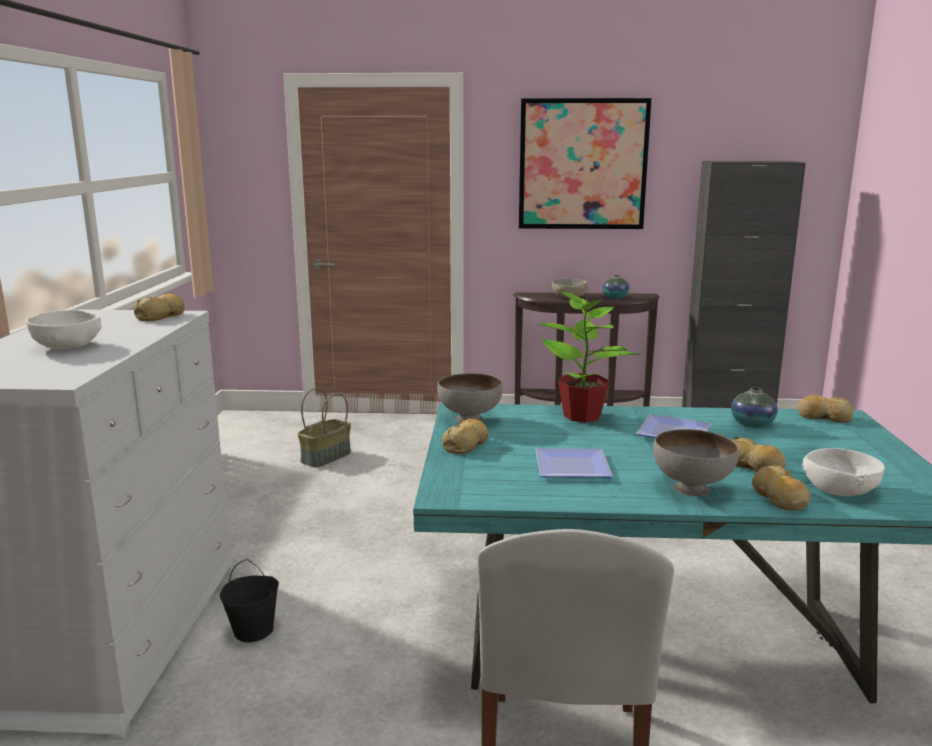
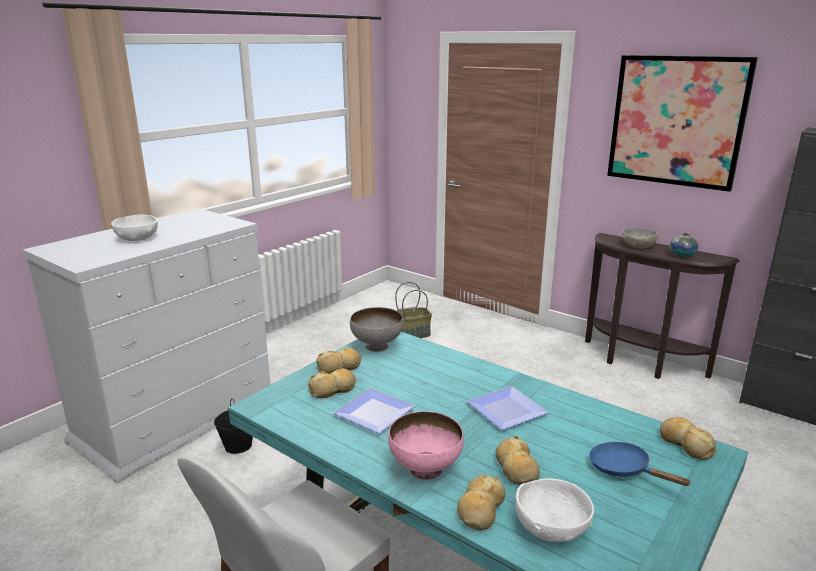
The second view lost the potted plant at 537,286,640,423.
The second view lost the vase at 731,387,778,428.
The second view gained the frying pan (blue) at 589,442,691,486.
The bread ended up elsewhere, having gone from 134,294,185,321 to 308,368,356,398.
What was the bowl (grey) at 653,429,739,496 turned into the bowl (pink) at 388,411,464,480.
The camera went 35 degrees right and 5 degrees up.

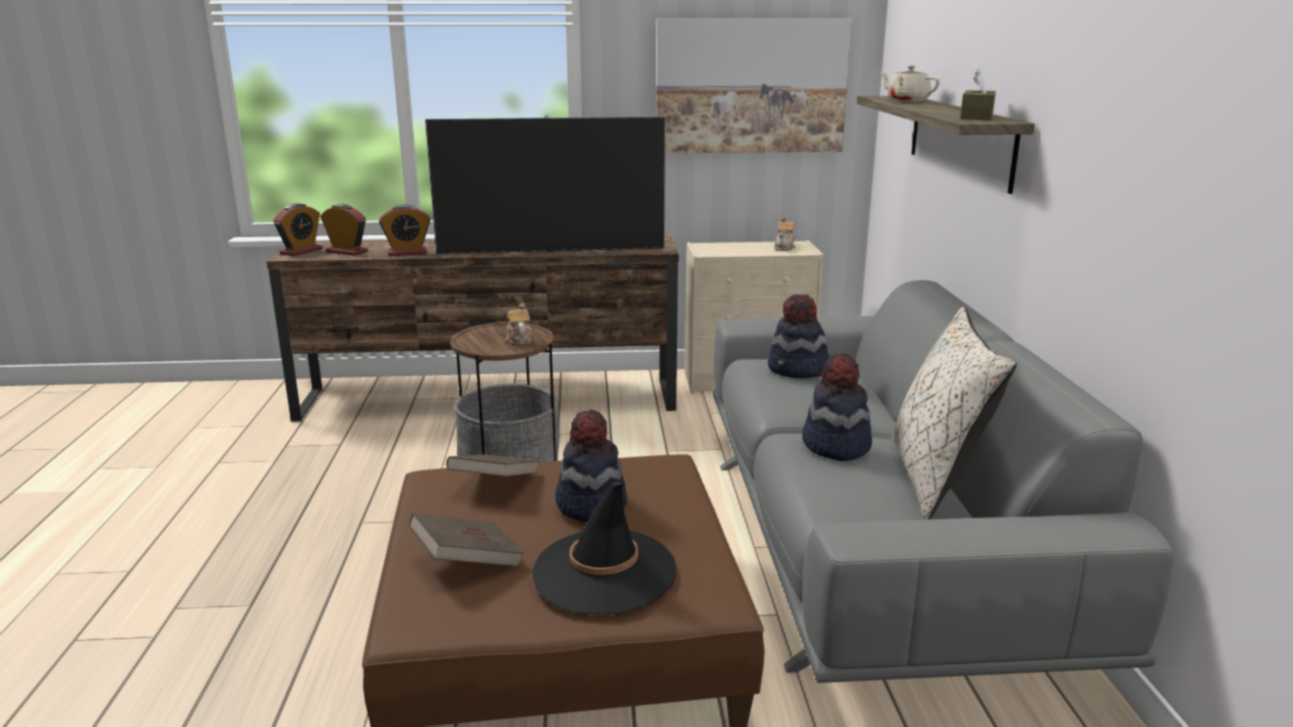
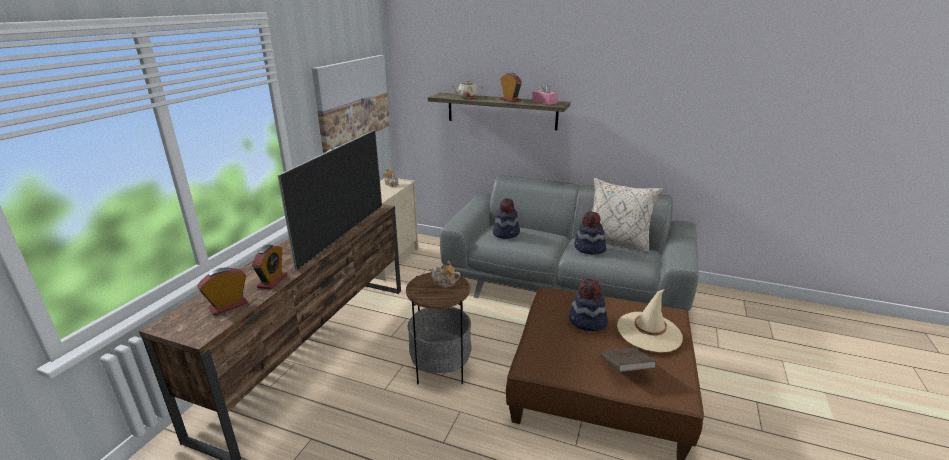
The second view lost the book (brown) at 446,454,539,477.
The alarm clock ended up elsewhere, having gone from 273,203,323,256 to 500,73,522,103.
What was the hat (black) at 532,482,676,615 turned into the hat (beige) at 617,289,683,352.
What was the tissue box (brown) at 960,68,996,120 turned into the tissue box (pink) at 532,82,558,105.
The camera went 65 degrees left and 5 degrees up.

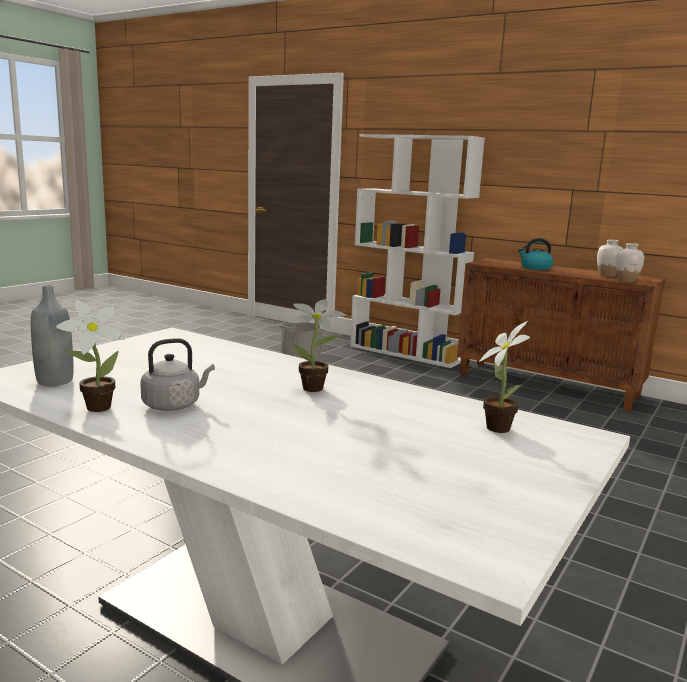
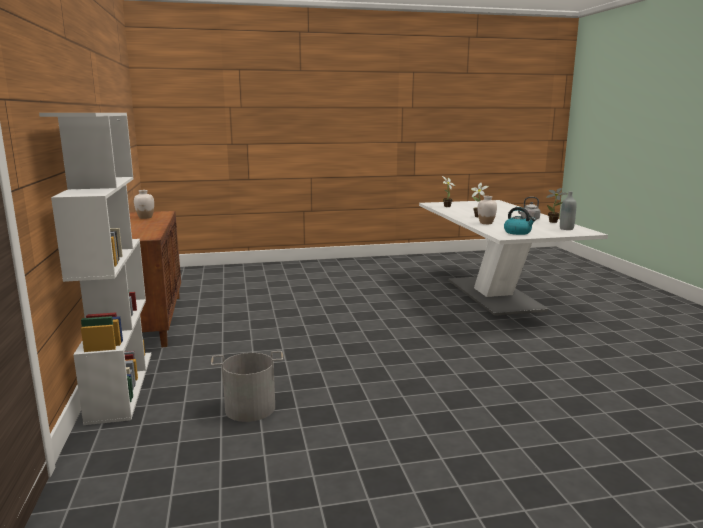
The kettle ended up elsewhere, having gone from 518,238,553,270 to 504,207,536,235.
The vase (white) ended up elsewhere, having gone from 616,243,644,282 to 478,196,497,224.
The camera went 135 degrees left and 0 degrees up.

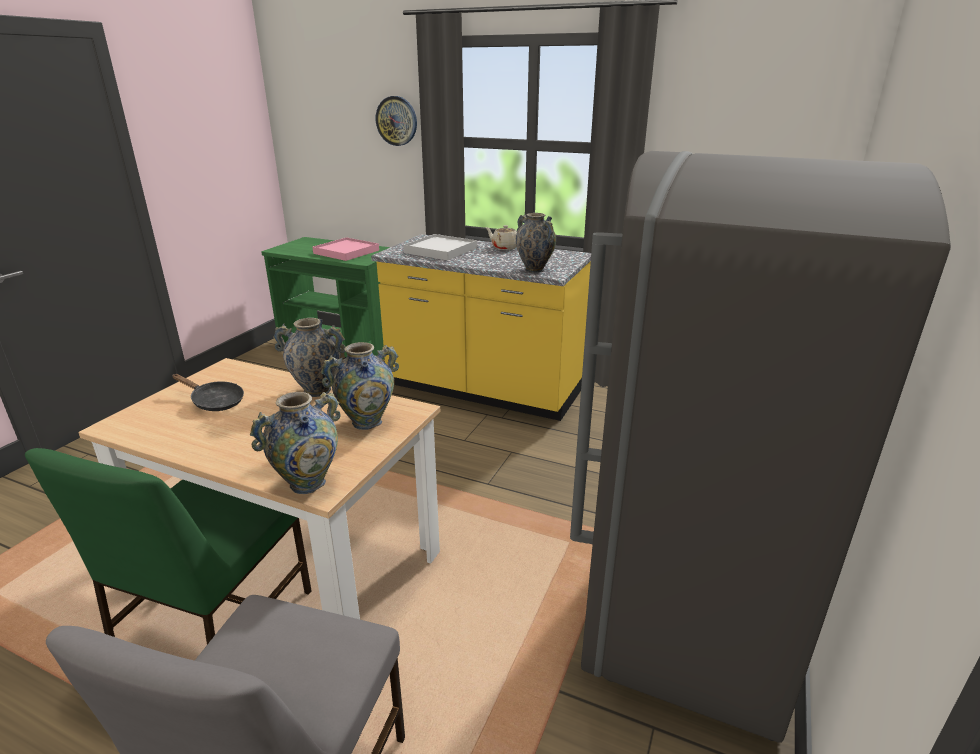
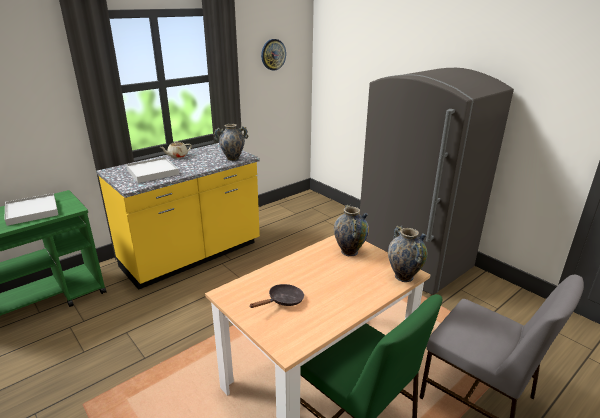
The second view lost the vase at 273,318,345,397.
The wall clock ended up elsewhere, having gone from 376,96,417,146 to 261,39,286,70.
What was the tray (pink) at 312,237,379,261 turned into the tray (white) at 5,193,58,226.
The camera went 65 degrees left and 0 degrees up.

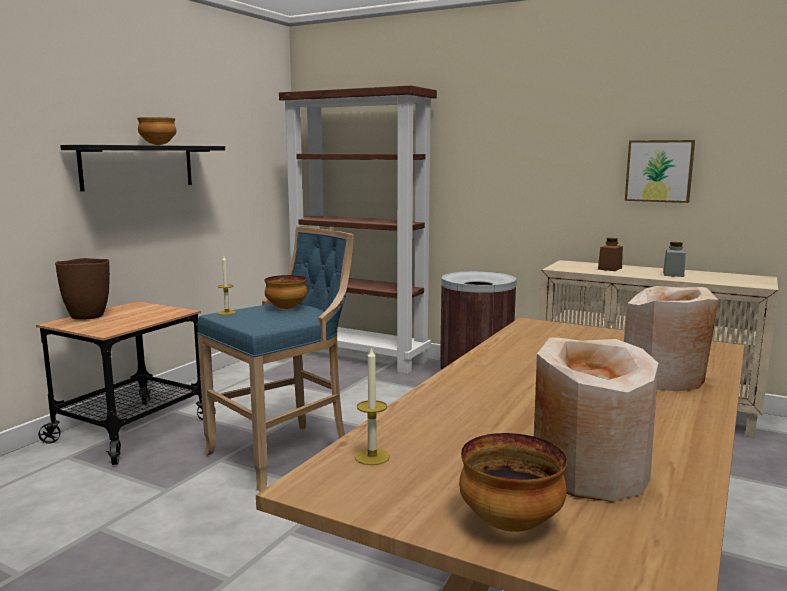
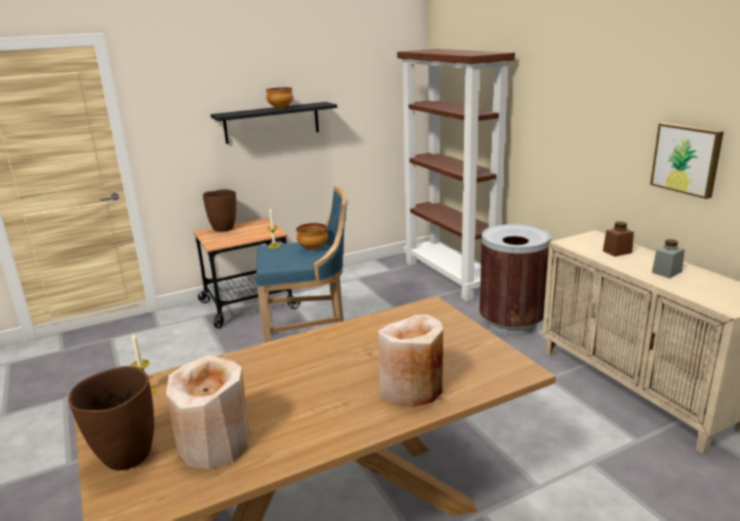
Where the bowl stood at 459,433,567,532, the vase (brown) came to stand at 68,366,154,470.
The camera went 35 degrees right and 10 degrees up.

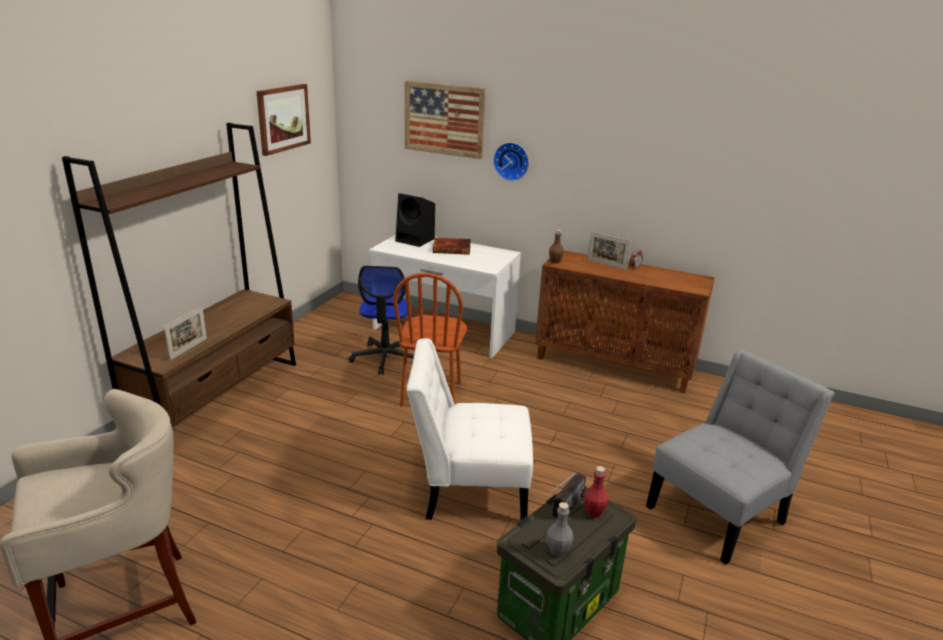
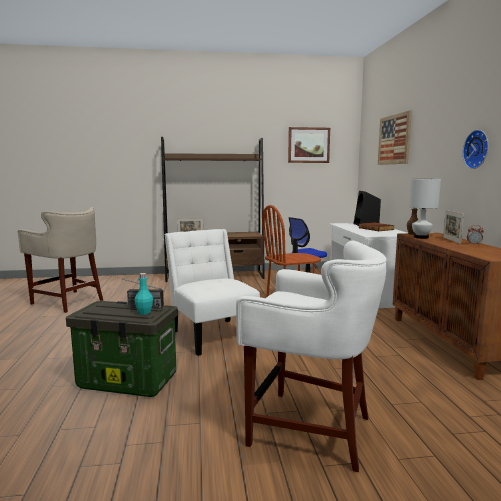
The second view lost the bottle (grey) at 547,502,574,557.
The second view gained the table lamp (white) at 409,179,441,239.
The wall clock ended up elsewhere, having gone from 493,142,529,181 to 463,130,489,169.
Where the chair (grey) stood at 646,350,835,564, the stool (white) came to stand at 236,241,386,472.
What was the bottle (red) at 584,466,609,518 turned into the bottle (turquoise) at 135,273,153,315.
The camera went 60 degrees right and 15 degrees down.

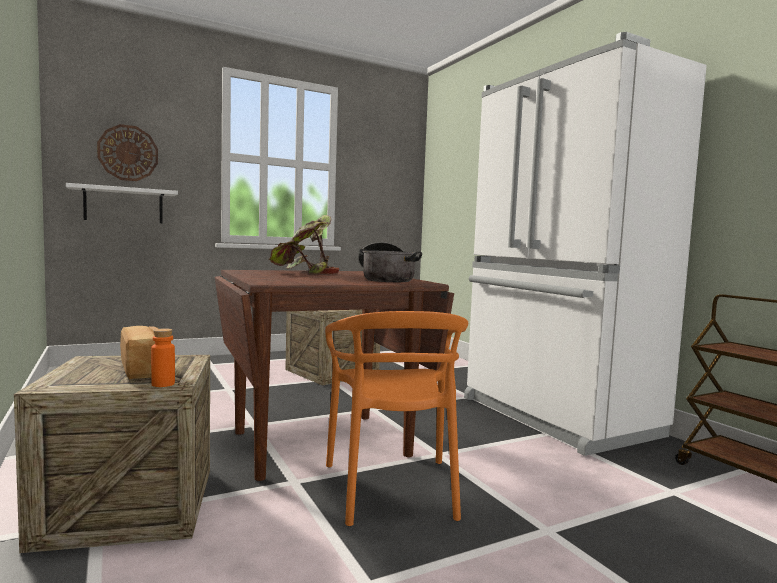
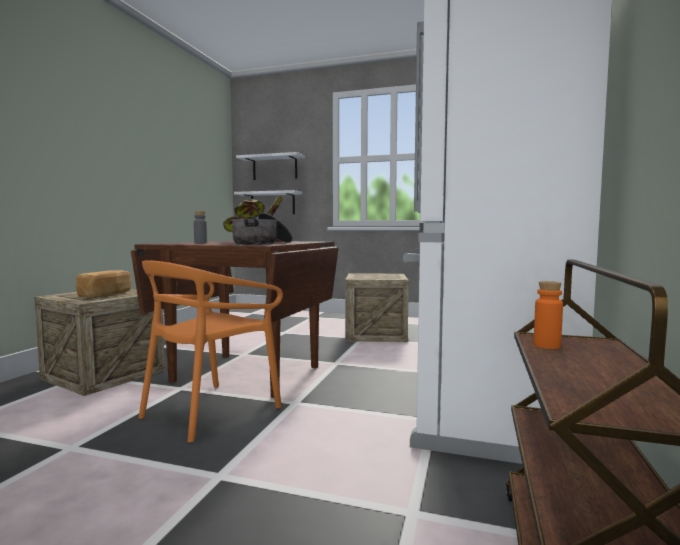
The second view gained the bottle (grey) at 194,211,207,244.
The bottle (orange) ended up elsewhere, having gone from 151,328,175,387 to 534,281,563,349.
Where the wall clock hung at 97,124,158,181, the shelf (white) came to hang at 236,152,305,180.
The camera went 45 degrees right and 0 degrees up.

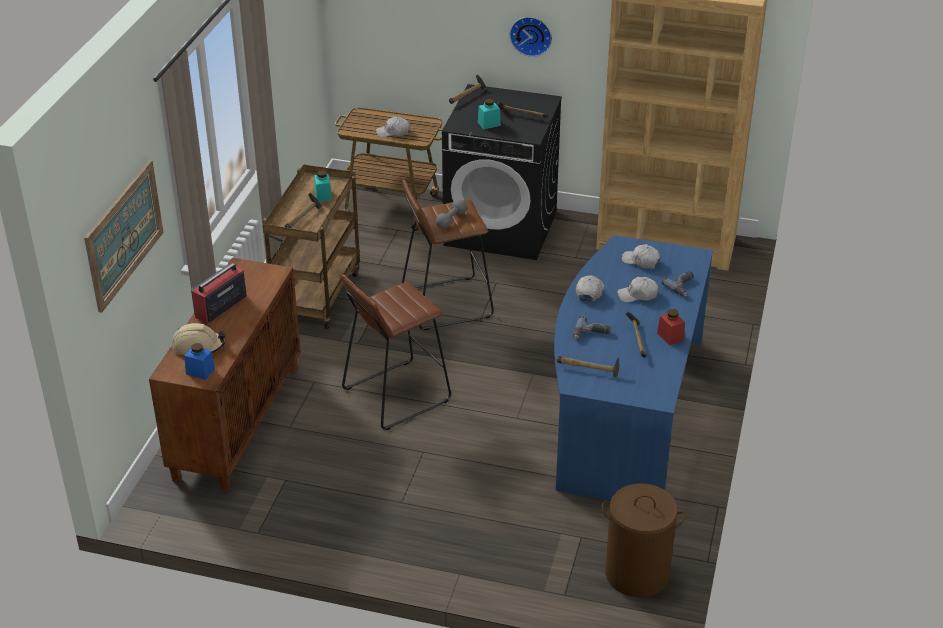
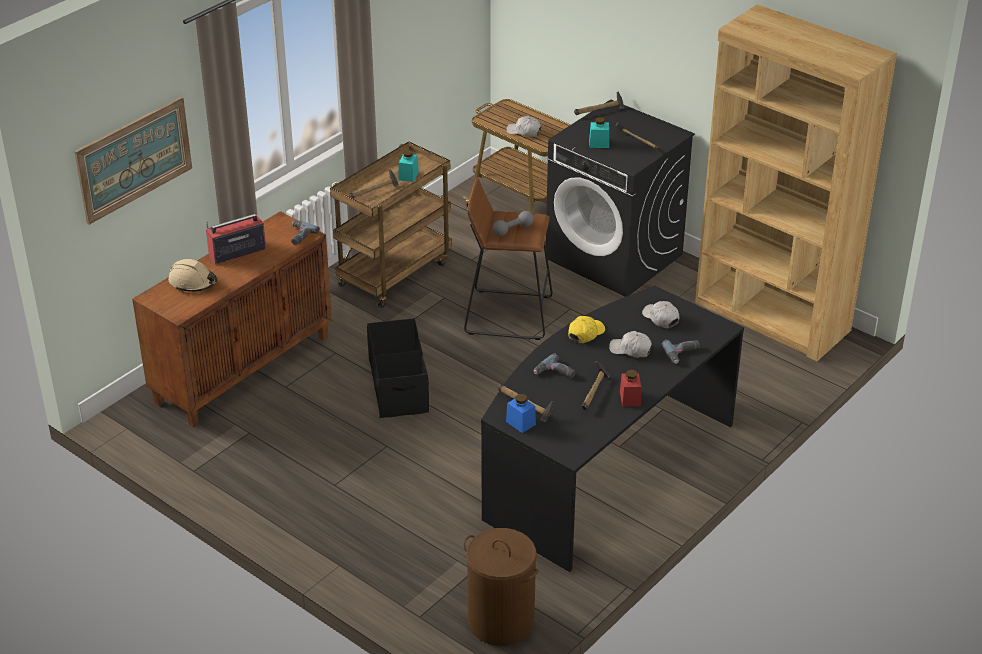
The second view lost the wall clock at 510,17,552,57.
The second view gained the power drill at 291,220,320,245.
The jar (blue) ended up elsewhere, having gone from 184,343,215,380 to 506,394,536,433.
Where the stool (brown) stood at 341,275,451,430, the storage box (black) came to stand at 367,318,429,418.
What was the desk (blue) at 554,235,713,501 turned into the desk (black) at 481,286,744,572.
What was the cap (white) at 576,275,604,302 turned into the cap (yellow) at 568,316,605,343.
The camera went 25 degrees right and 0 degrees up.

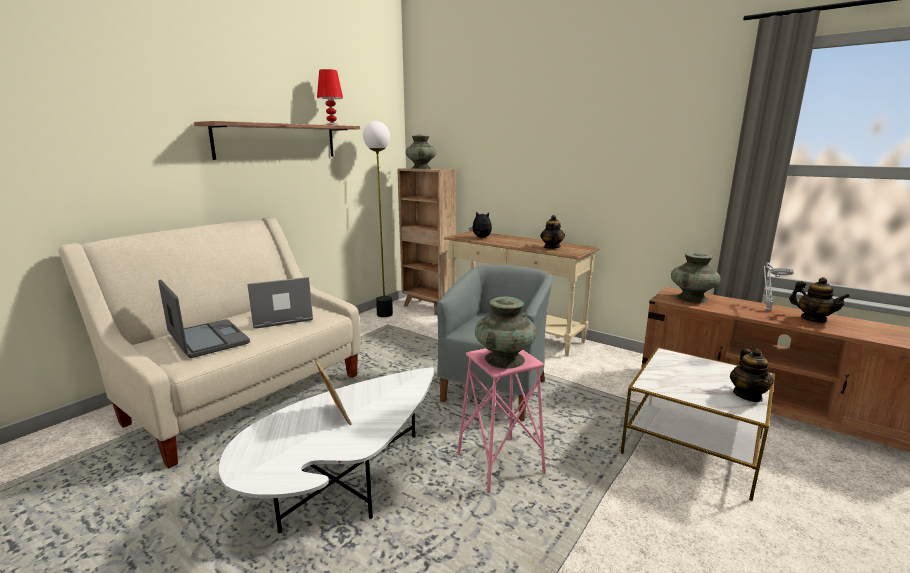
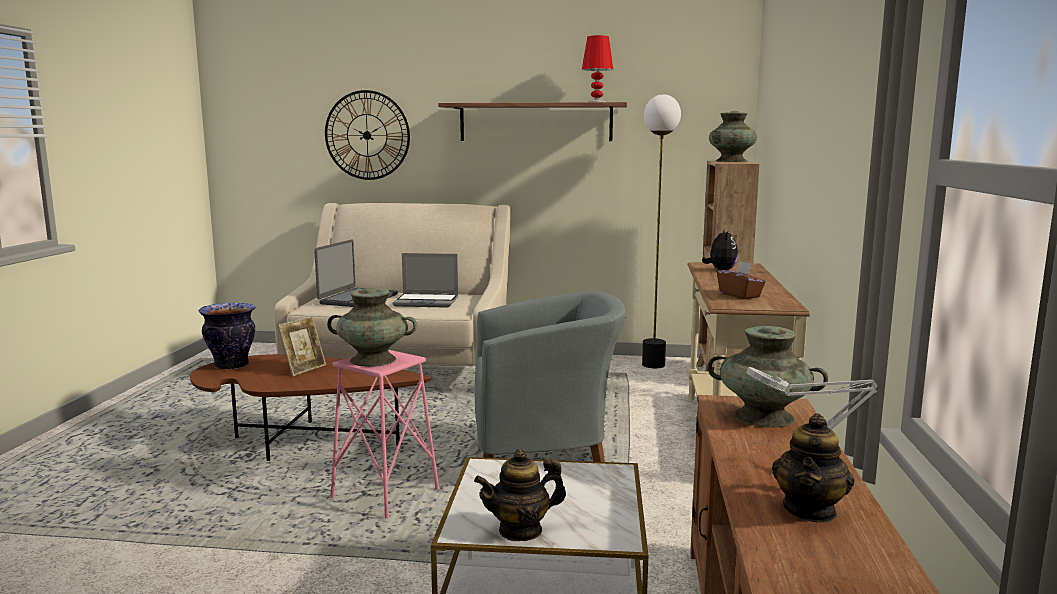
The second view gained the vase at 198,303,255,370.
The second view gained the wall clock at 325,90,410,180.
Where the teapot stood at 540,215,565,249, the tissue box (brown) came to stand at 717,261,766,299.
What was the coffee table (white) at 219,367,434,533 turned into the coffee table (brown) at 190,354,431,461.
The laptop at 247,277,313,329 ended up facing another way, 150 degrees clockwise from before.
The camera went 60 degrees right and 5 degrees down.

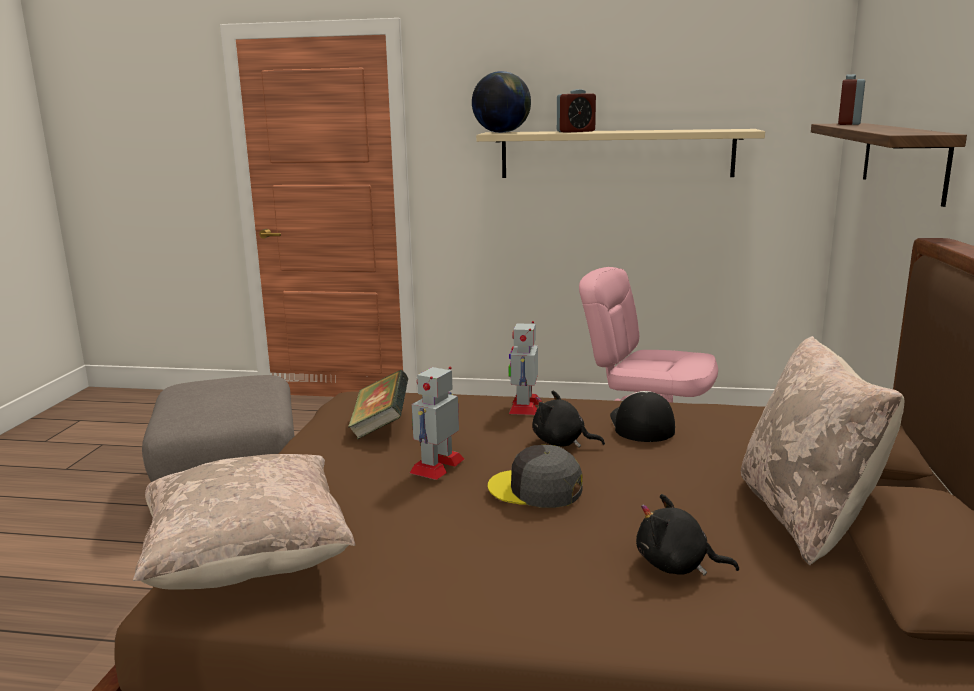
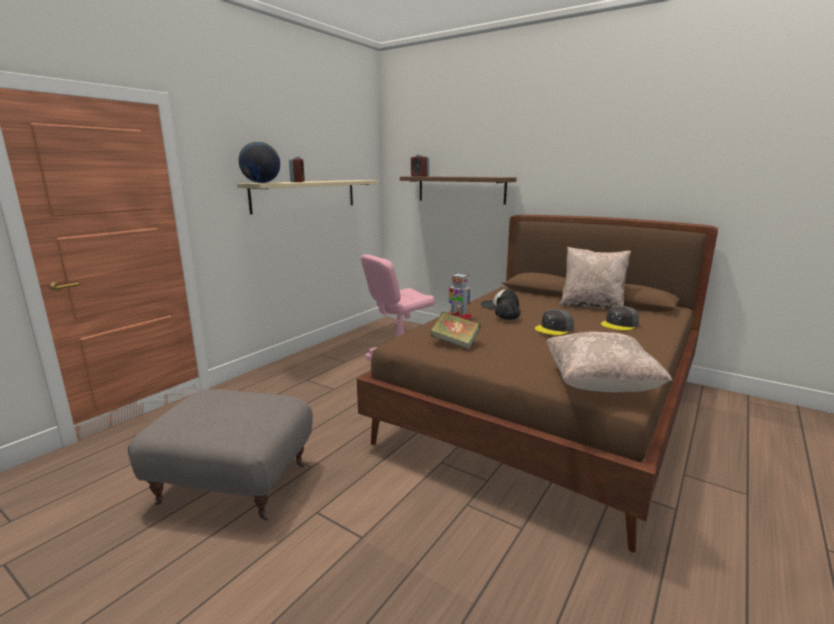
The second view lost the toy robot at 410,366,464,480.
Where the plush toy (black) stood at 636,494,739,576, the cap (grey) came to stand at 601,306,639,331.
The camera went 65 degrees left and 0 degrees up.

